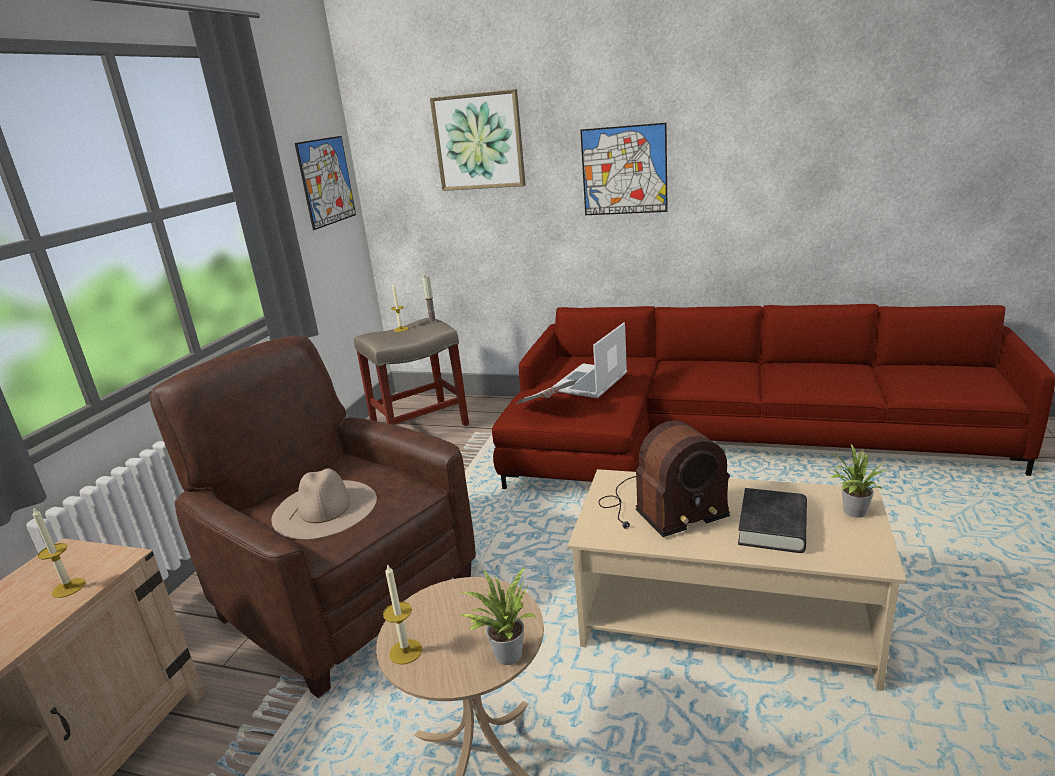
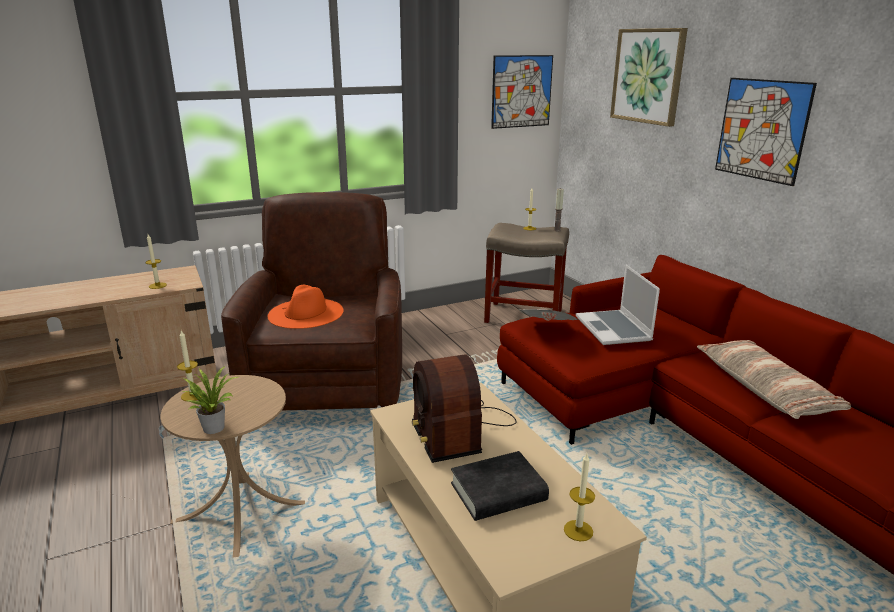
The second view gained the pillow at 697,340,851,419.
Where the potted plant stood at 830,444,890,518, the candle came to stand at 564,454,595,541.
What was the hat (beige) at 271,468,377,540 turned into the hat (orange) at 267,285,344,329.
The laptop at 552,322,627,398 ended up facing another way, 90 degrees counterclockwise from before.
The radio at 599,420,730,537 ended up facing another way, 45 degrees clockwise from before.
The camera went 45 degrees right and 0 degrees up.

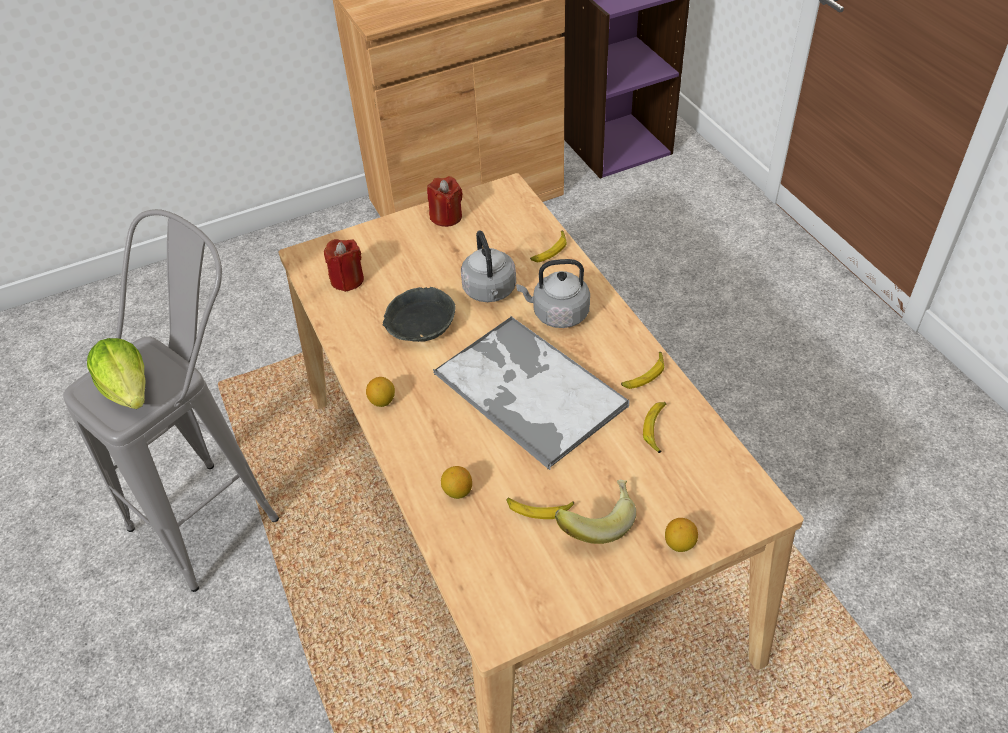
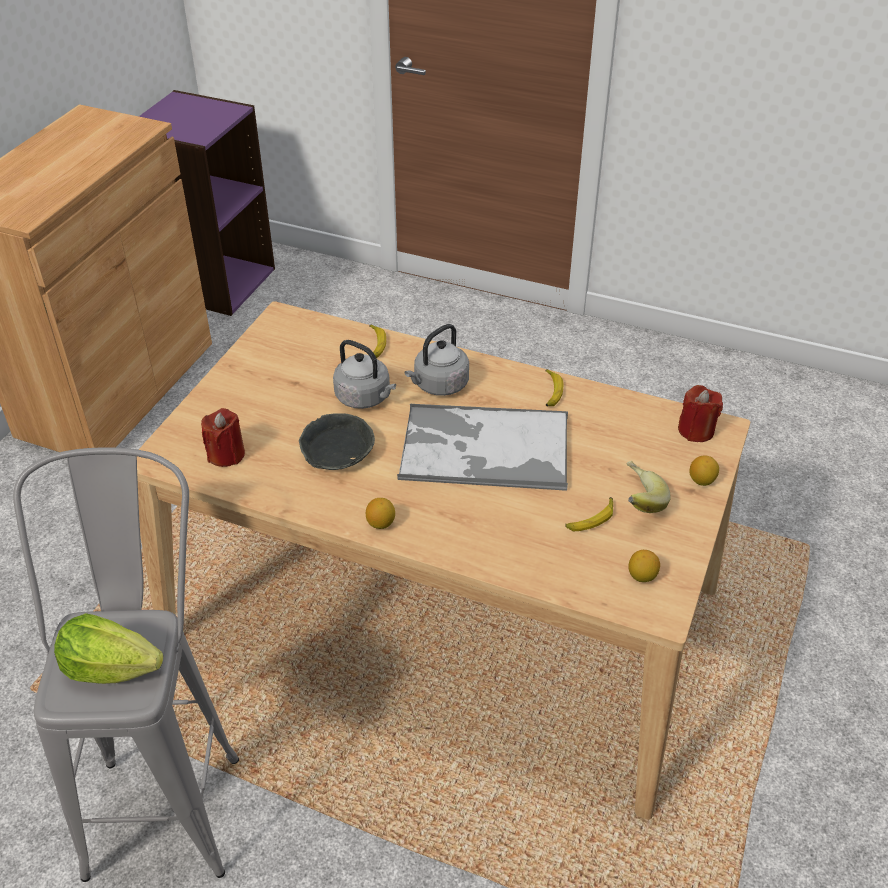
The second view lost the banana at 643,402,666,453.
The candle (red) ended up elsewhere, having gone from 427,176,463,227 to 678,385,723,442.
The lemon ended up elsewhere, having gone from 441,466,472,499 to 628,550,660,582.
The camera went 45 degrees left and 5 degrees down.

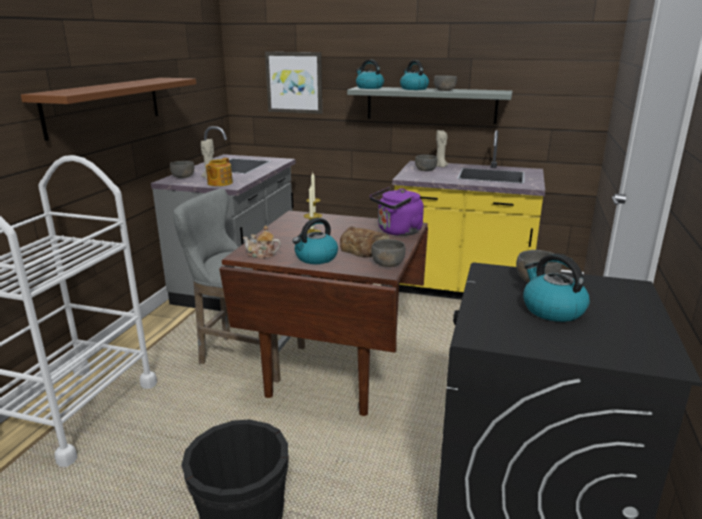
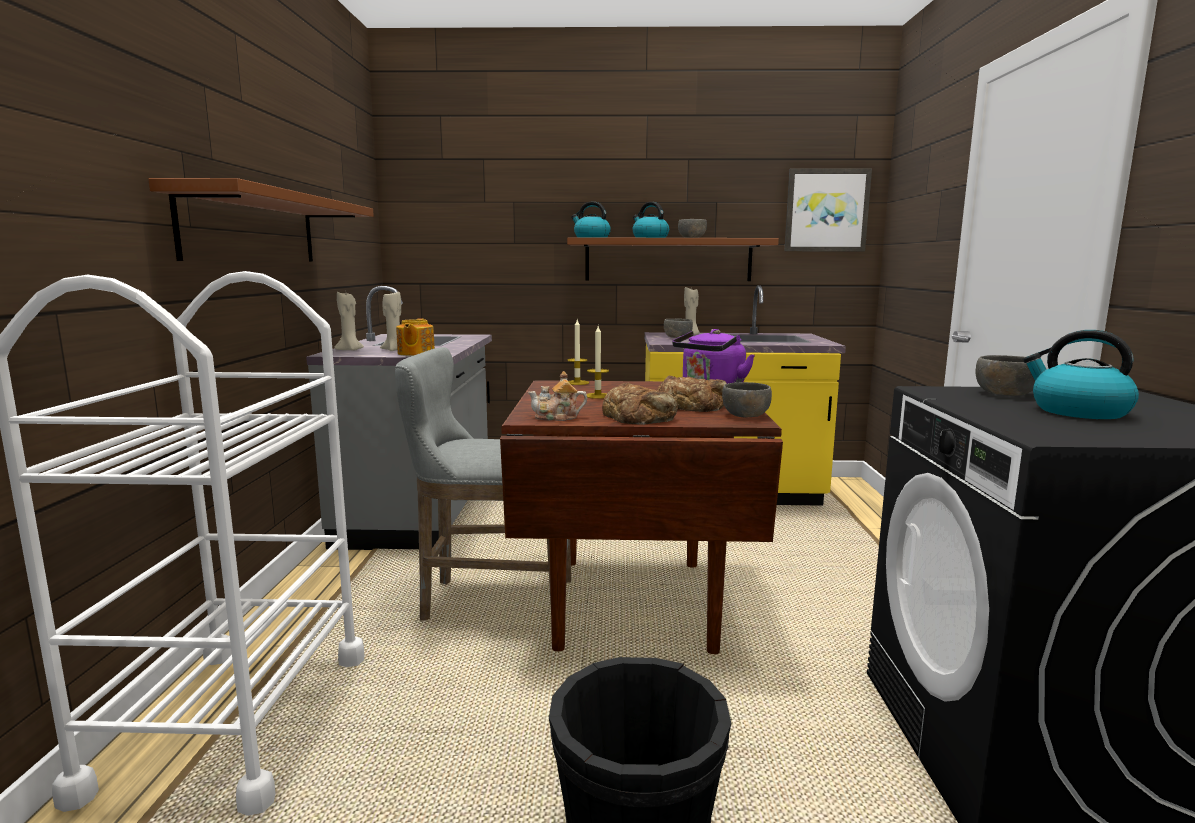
The picture ended up elsewhere, having gone from 265,52,322,114 to 784,168,872,252.
Where the bowl (grey) stood at 170,161,194,178, the candle (beige) came to stand at 335,292,364,350.
Where the kettle stood at 293,218,338,264, the bread came to stand at 602,382,678,425.
What was the shelf (grey) at 347,86,512,124 turned into the shelf (brown) at 567,237,779,281.
The camera went 15 degrees left and 10 degrees down.

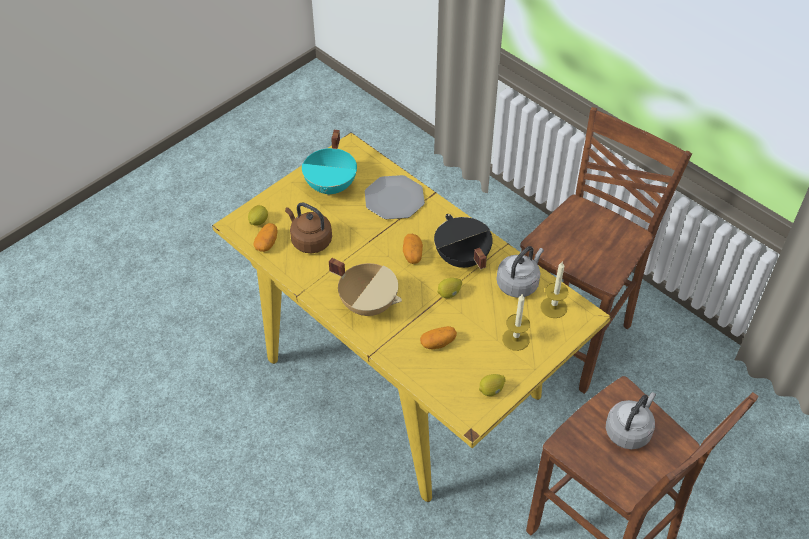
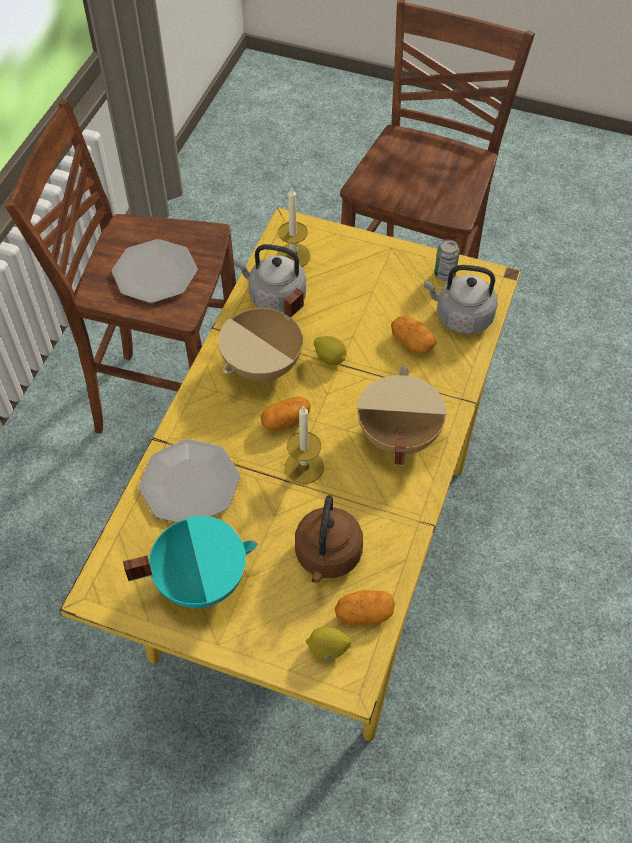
The second view gained the plate at 112,239,198,303.
The candle ended up elsewhere, having gone from 502,294,530,351 to 285,405,324,484.
The kettle (grey) ended up elsewhere, having gone from 606,392,656,449 to 424,265,498,334.
Where the lemon stood at 479,374,506,396, the can came to stand at 434,240,460,281.
What was the cooking pot (black) at 434,214,493,269 turned into the cooking pot (beige) at 218,289,304,381.
The camera went 115 degrees left and 5 degrees up.

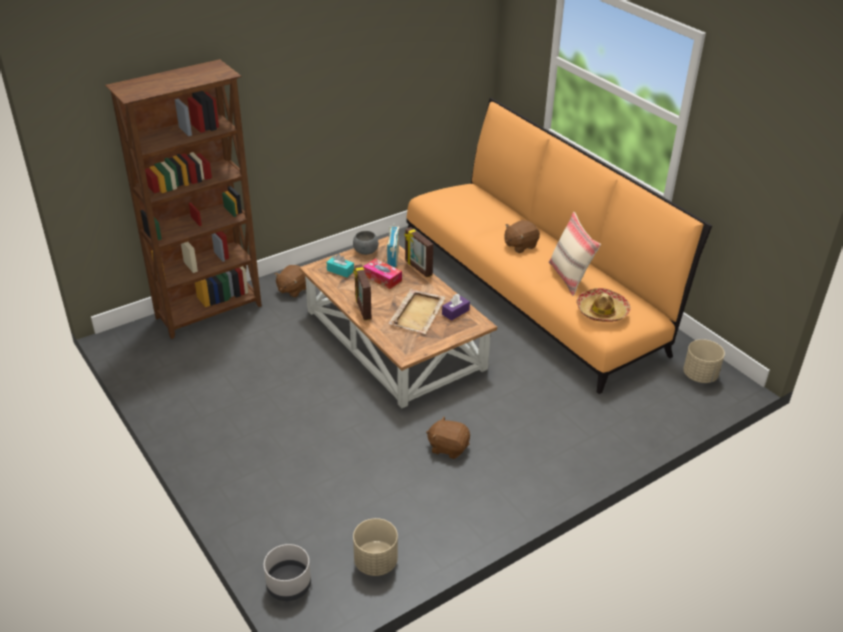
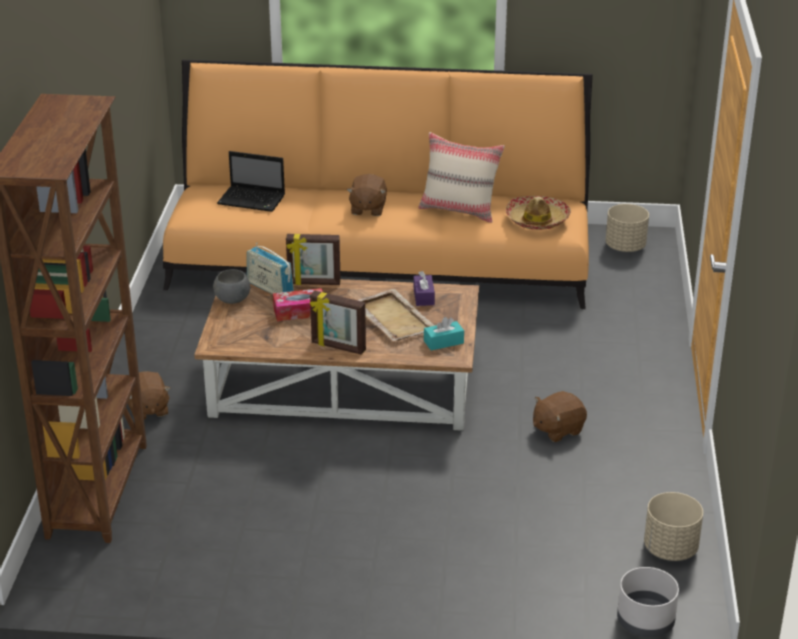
The second view gained the laptop at 217,151,285,212.
The tissue box (turquoise) ended up elsewhere, having gone from 327,254,354,277 to 424,317,464,350.
The camera went 50 degrees left and 5 degrees down.

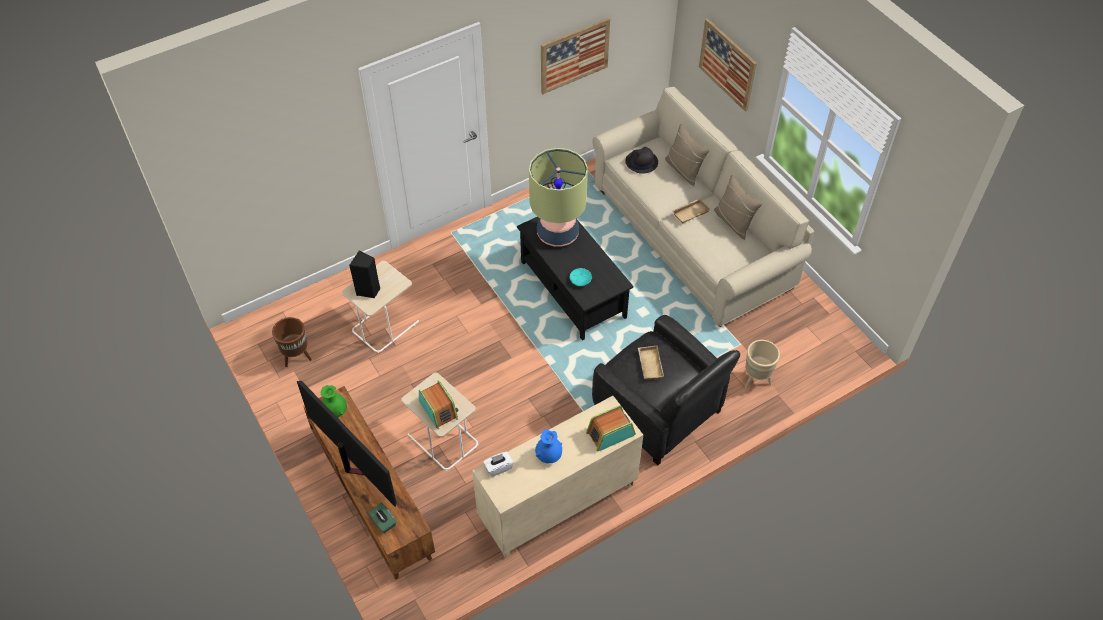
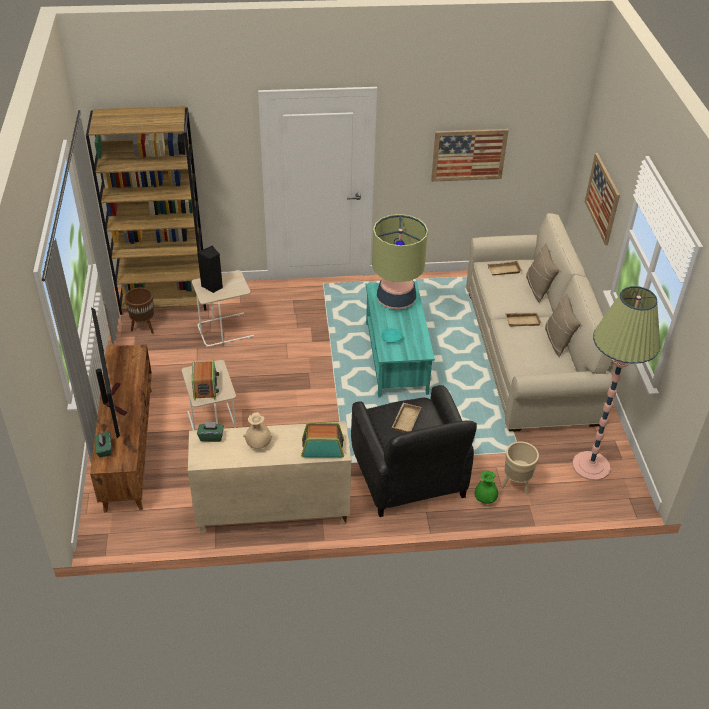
The second view gained the bookcase (brown) at 86,106,206,315.
The second view gained the floor lamp at 572,286,660,481.
The vase (green) ended up elsewhere, having gone from 321,385,347,418 to 475,471,498,504.
Where the hat (black) stood at 625,147,658,174, the tray (beige) came to stand at 487,260,522,275.
What was the tissue box (white) at 483,452,514,477 turned into the tissue box (green) at 197,421,224,442.
What was the coffee table (black) at 517,217,633,341 turned into the coffee table (turquoise) at 366,281,435,398.
What was the vase (blue) at 535,429,562,463 turned into the vase (beige) at 243,412,272,449.
The camera went 25 degrees right and 10 degrees down.

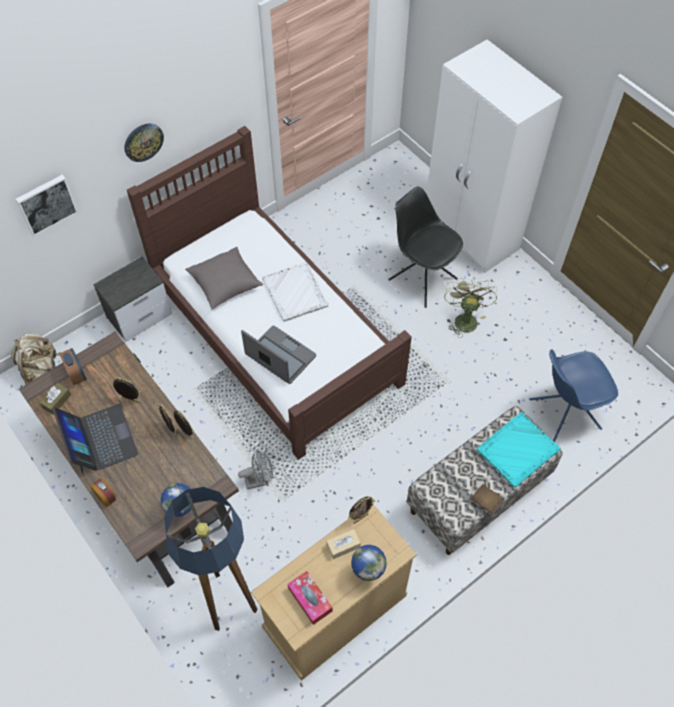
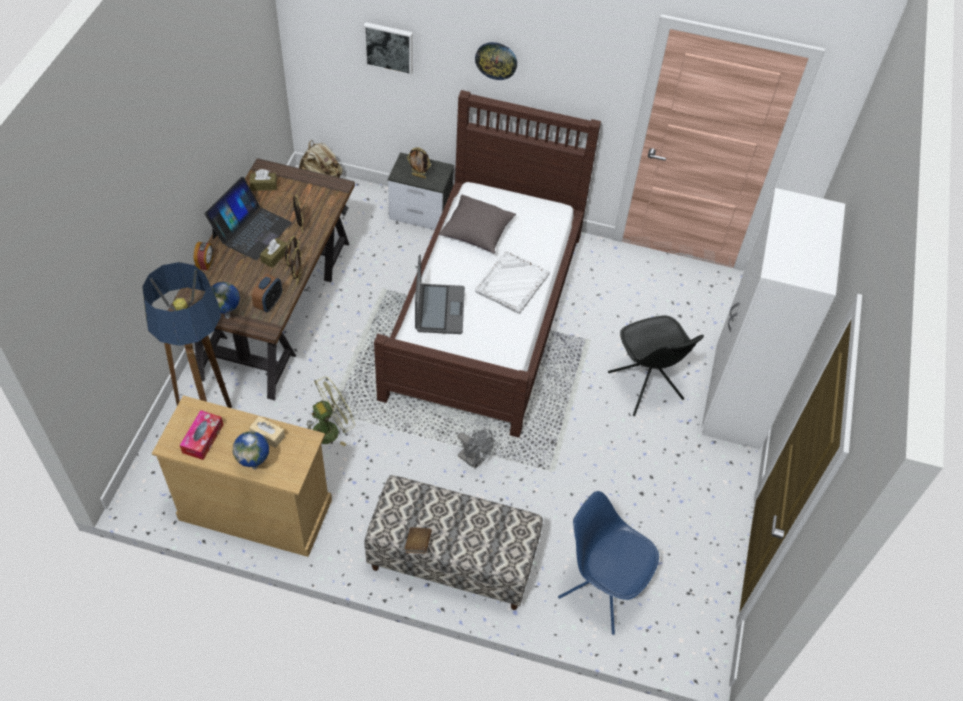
The second view lost the tray (turquoise) at 477,412,560,488.
The second view gained the tissue box (brown) at 260,238,287,268.
The alarm clock ended up elsewhere, having gone from 59,348,87,385 to 252,274,282,312.
The fan (grey) ended up elsewhere, having gone from 238,449,273,490 to 457,429,493,469.
The picture frame ended up elsewhere, having gone from 348,496,375,524 to 407,147,431,178.
The fan (green) ended up elsewhere, having gone from 444,277,497,338 to 307,376,355,446.
The chair (black) at 388,187,463,308 ended up facing another way, 150 degrees clockwise from before.
The camera went 50 degrees right and 5 degrees down.

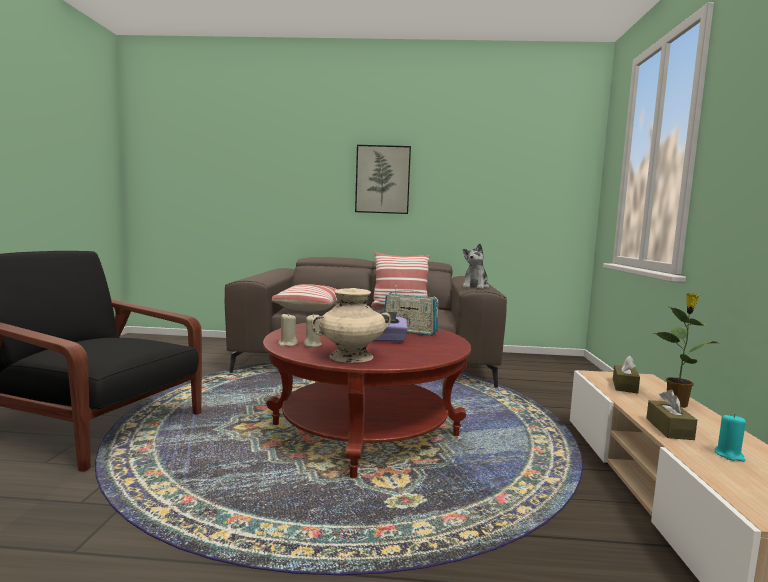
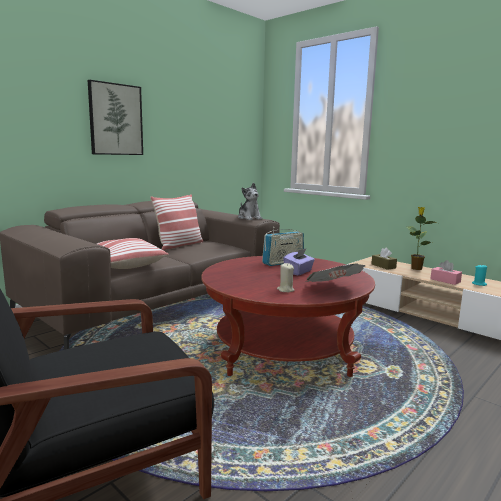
The second view lost the candle (beige) at 278,313,298,346.
Where the vase (beige) stood at 312,288,391,363, the newspaper came to stand at 306,264,365,282.
What was the tissue box (brown) at 646,390,697,440 turned into the tissue box (pink) at 430,260,462,285.
The camera went 50 degrees left and 5 degrees up.

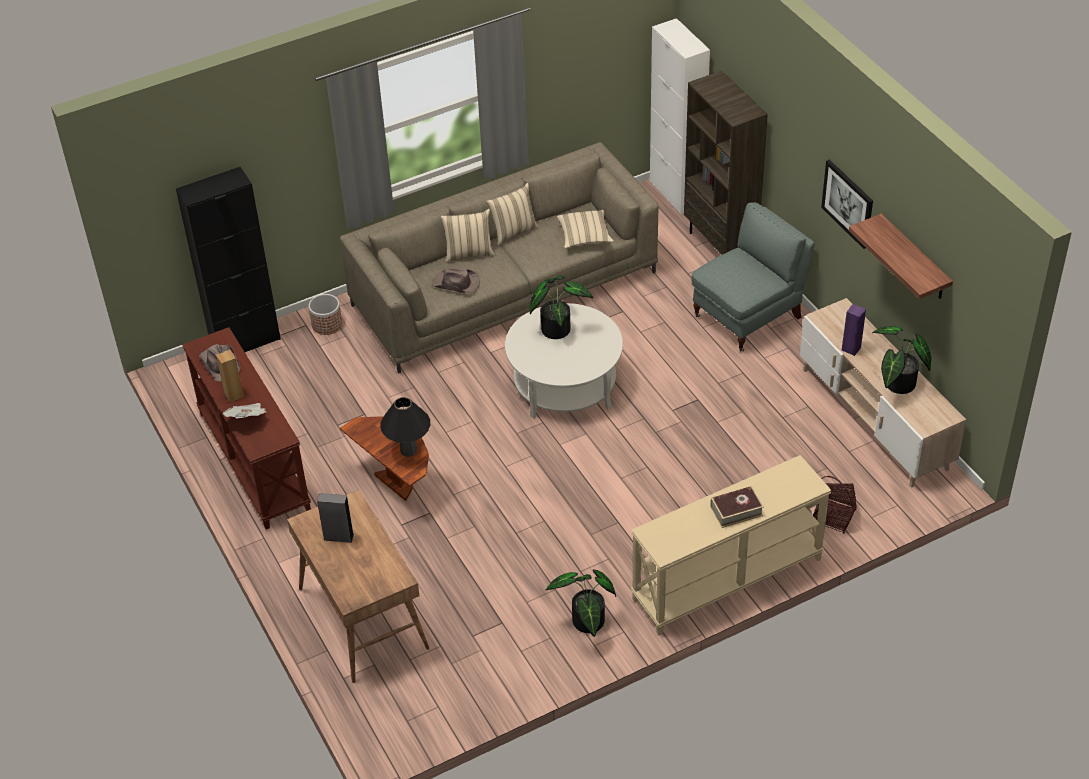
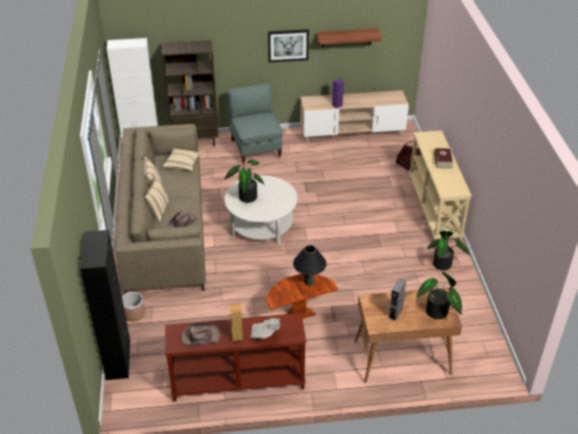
The potted plant ended up elsewhere, having gone from 872,326,931,394 to 416,272,462,319.
The camera went 70 degrees left and 5 degrees down.

